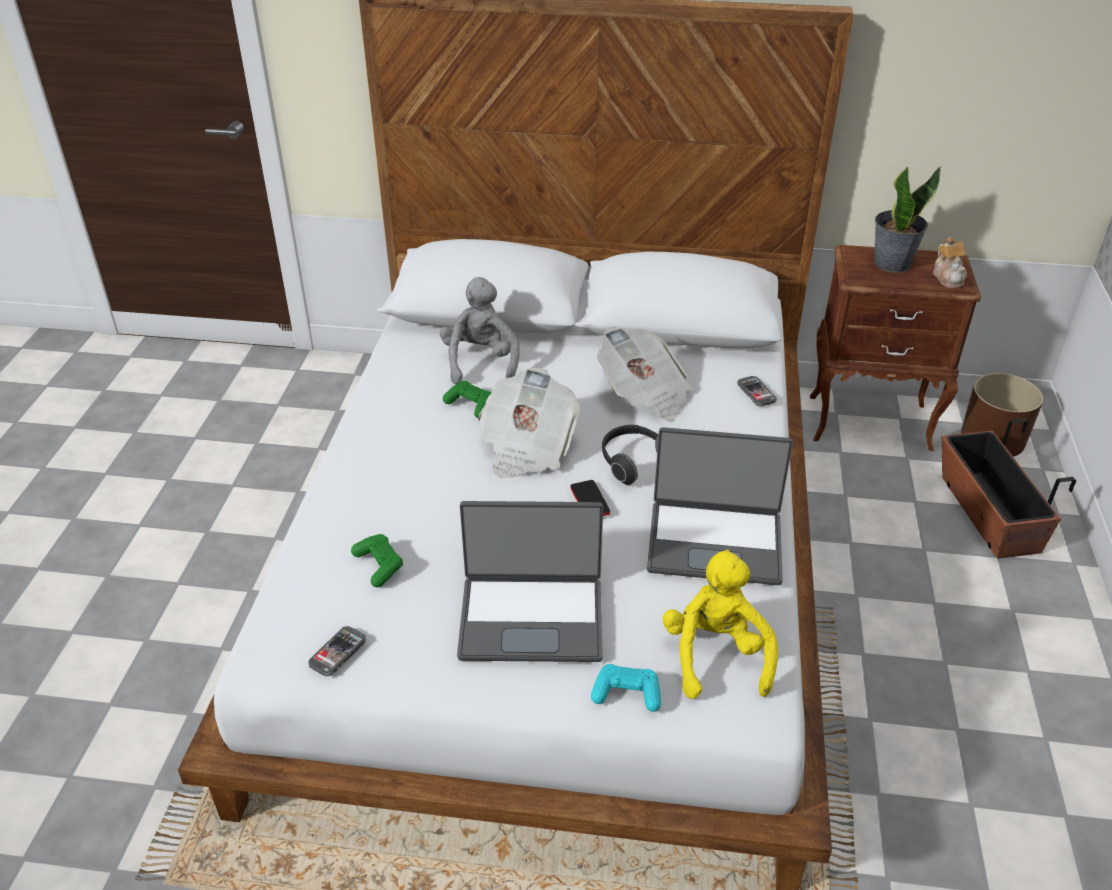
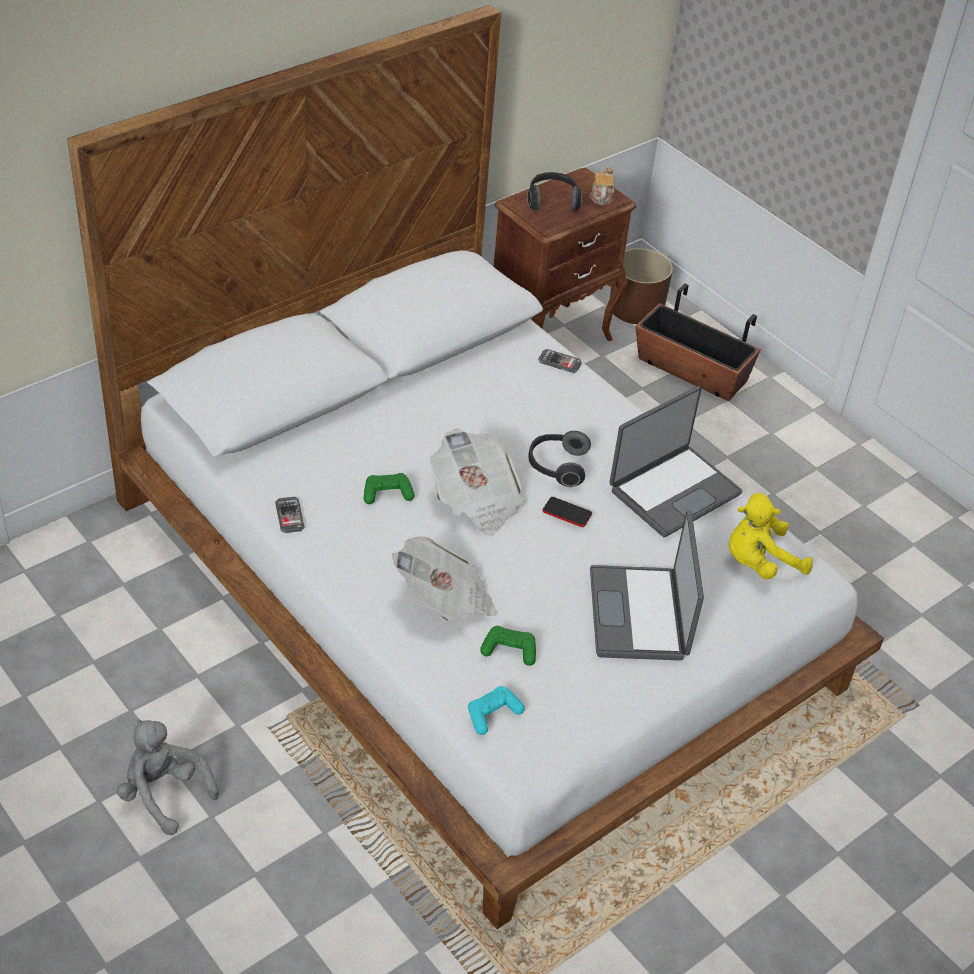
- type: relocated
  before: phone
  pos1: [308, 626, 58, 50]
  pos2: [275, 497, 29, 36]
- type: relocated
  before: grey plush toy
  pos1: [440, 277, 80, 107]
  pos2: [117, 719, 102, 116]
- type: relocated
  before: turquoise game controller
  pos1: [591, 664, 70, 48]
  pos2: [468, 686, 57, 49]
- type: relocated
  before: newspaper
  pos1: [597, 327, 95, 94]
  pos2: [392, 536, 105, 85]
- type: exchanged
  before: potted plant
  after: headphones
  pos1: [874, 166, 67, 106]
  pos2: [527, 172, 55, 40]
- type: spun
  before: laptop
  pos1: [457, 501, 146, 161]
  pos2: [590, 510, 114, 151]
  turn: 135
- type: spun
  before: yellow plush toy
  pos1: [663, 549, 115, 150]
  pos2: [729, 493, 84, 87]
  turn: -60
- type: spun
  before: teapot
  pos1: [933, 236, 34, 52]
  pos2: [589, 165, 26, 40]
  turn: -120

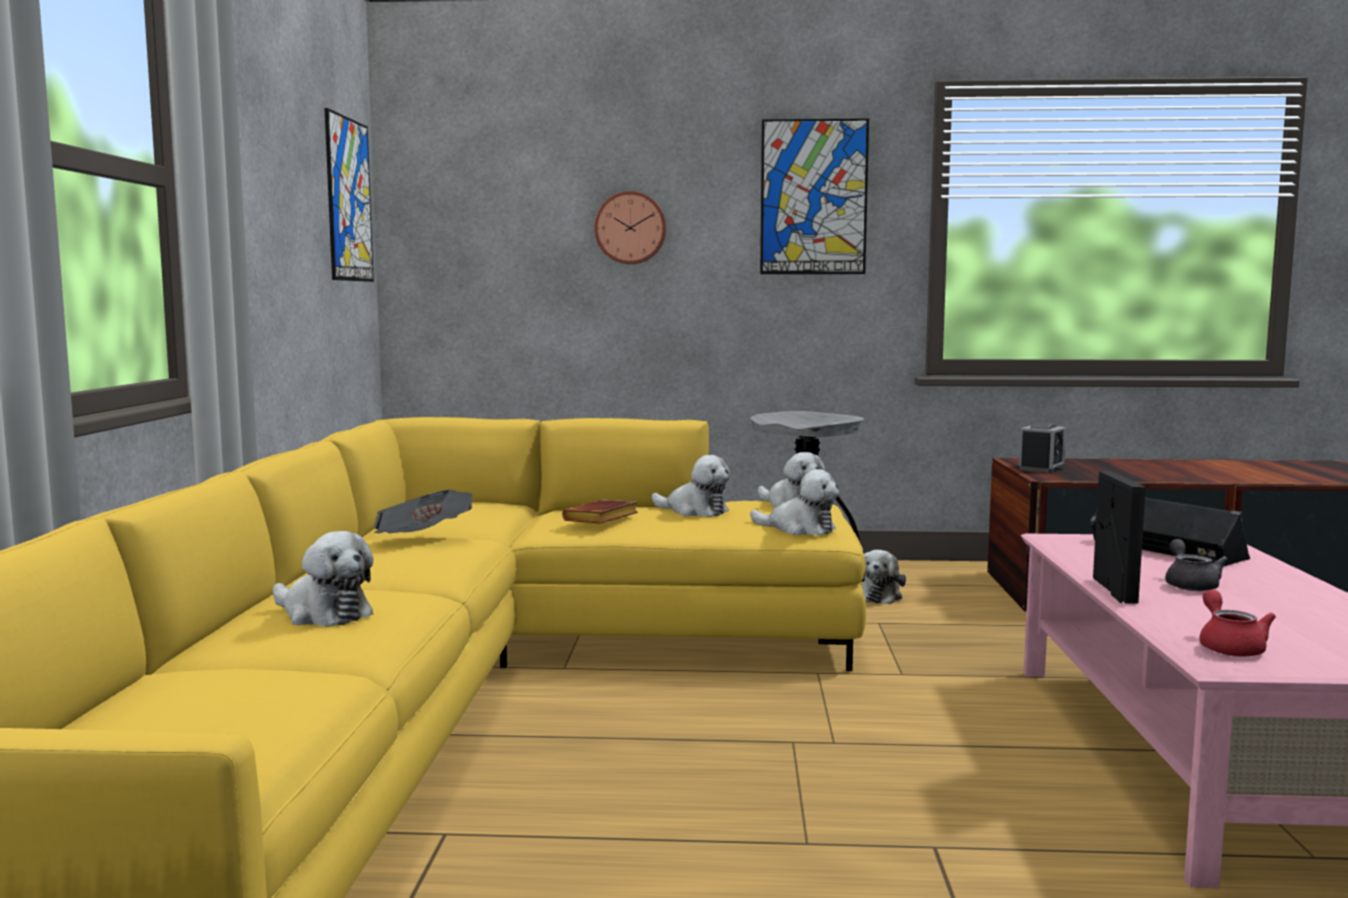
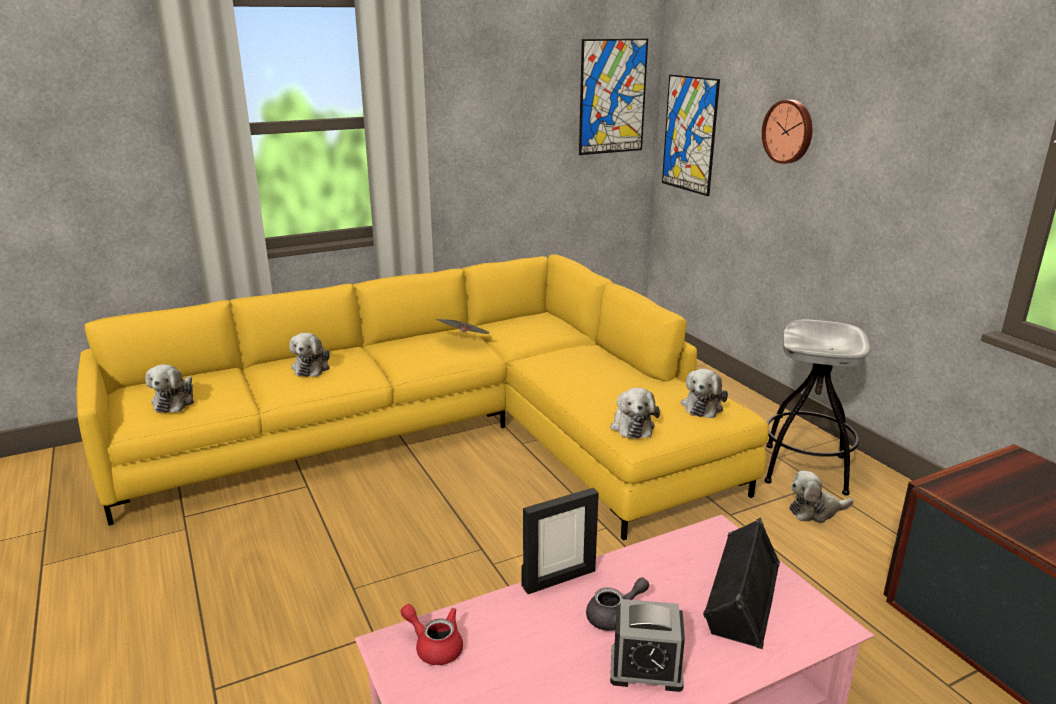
- type: missing
  before: brown book
  pos1: [562, 500, 76, 23]
- type: relocated
  before: plush toy
  pos1: [652, 455, 78, 62]
  pos2: [145, 364, 49, 49]
- type: relocated
  before: picture
  pos1: [760, 118, 109, 156]
  pos2: [662, 74, 58, 122]
- type: relocated
  before: alarm clock
  pos1: [1018, 422, 48, 51]
  pos2: [610, 599, 75, 93]
- type: spun
  before: red teapot
  pos1: [1200, 589, 76, 67]
  pos2: [400, 604, 63, 61]
  turn: -120

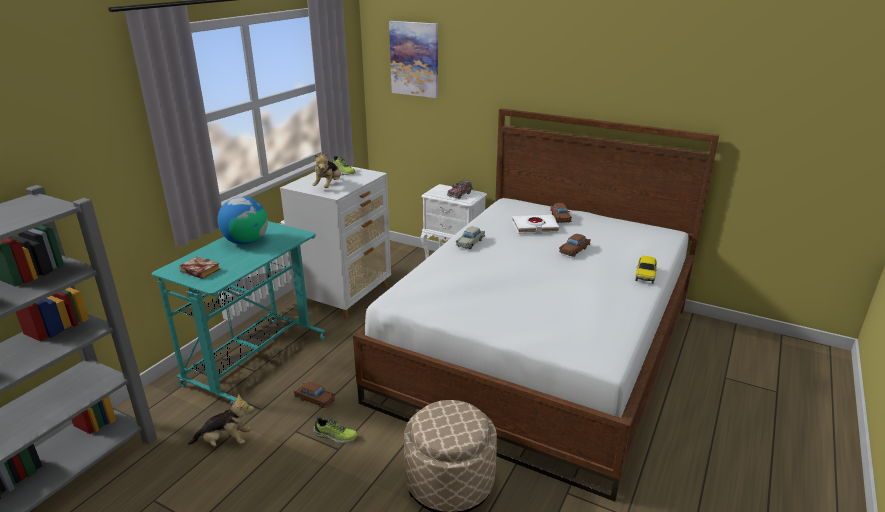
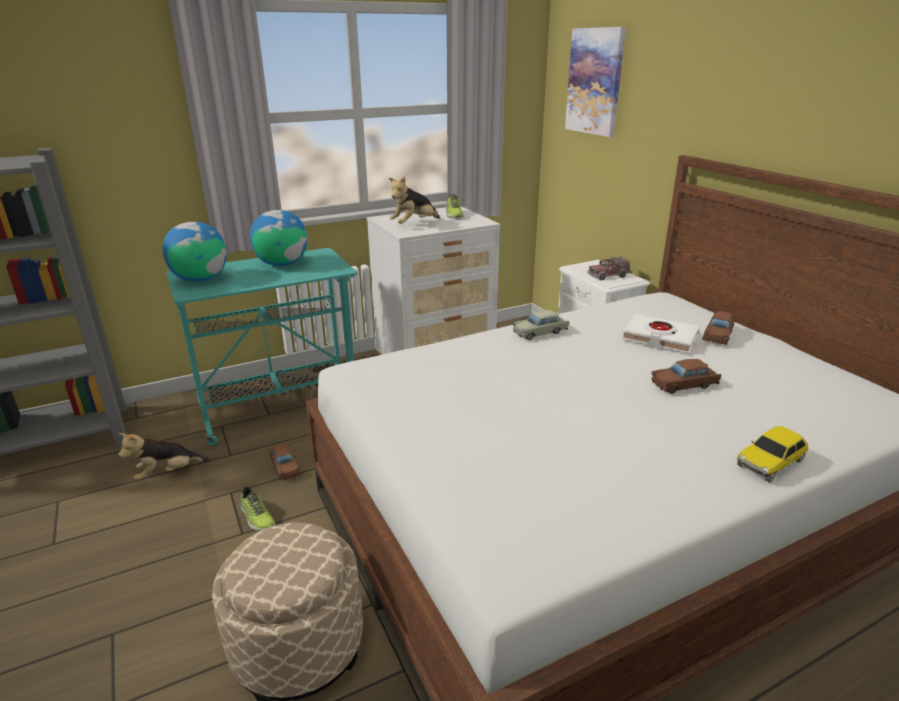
- type: exchanged
  before: book
  after: globe
  pos1: [179, 257, 41, 22]
  pos2: [163, 222, 64, 60]
- type: spun
  before: plush toy
  pos1: [188, 394, 66, 52]
  pos2: [118, 433, 92, 47]
  turn: 120

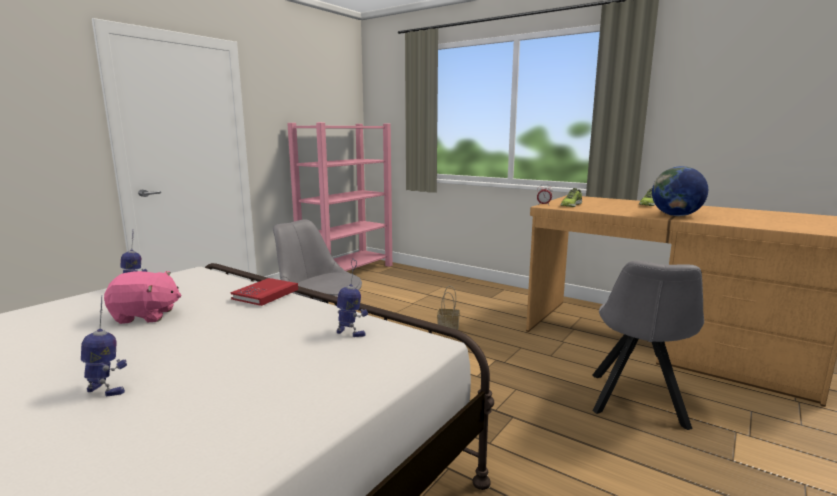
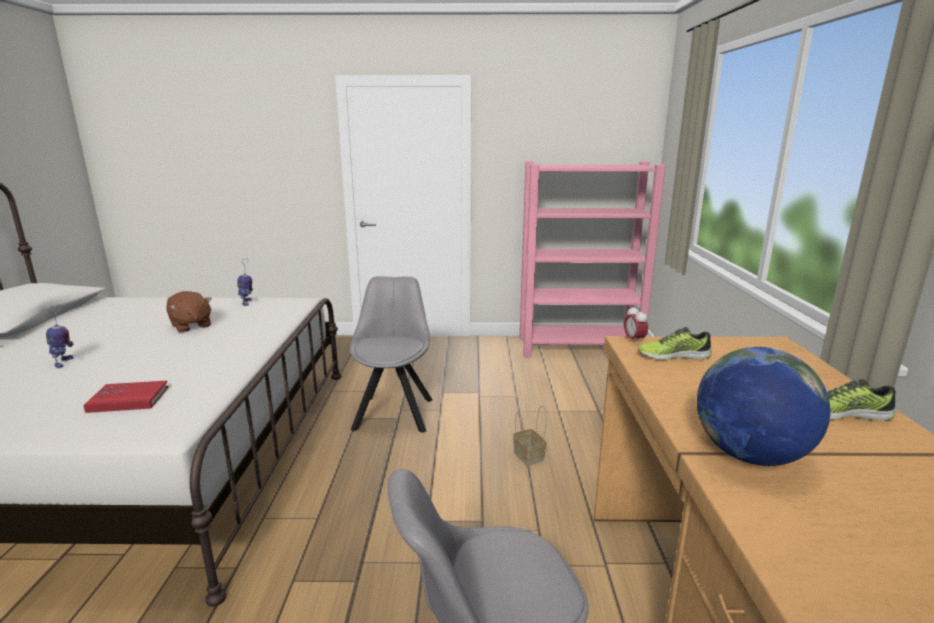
- type: missing
  before: toy robot
  pos1: [337, 259, 31, 78]
- type: relocated
  before: red book
  pos1: [231, 278, 67, 28]
  pos2: [83, 380, 85, 33]
- type: colour
  before: pink plush toy
  after: brown plush toy
  pos1: [104, 271, 77, 53]
  pos2: [166, 291, 46, 41]

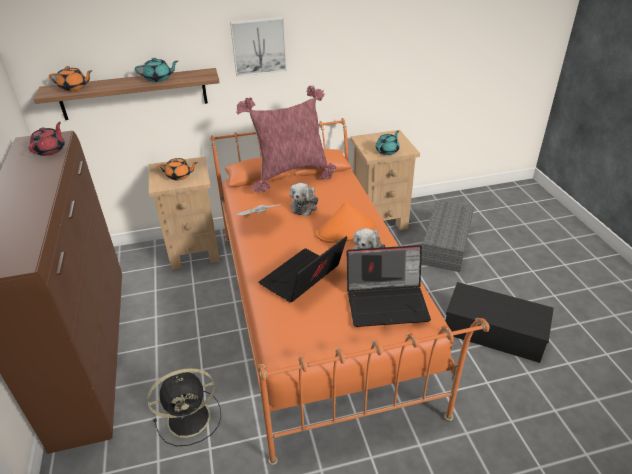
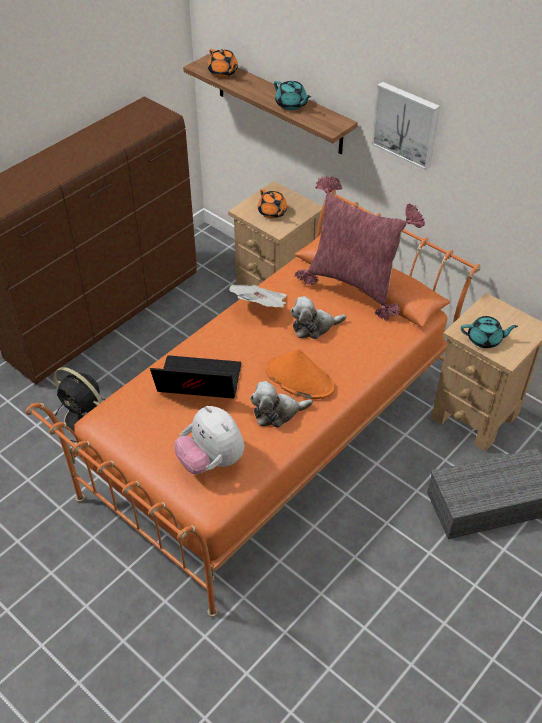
- type: missing
  before: red teapot
  pos1: [29, 122, 36, 34]
- type: missing
  before: black storage box
  pos1: [445, 282, 109, 81]
- type: exchanged
  before: laptop
  after: plush toy
  pos1: [347, 245, 84, 82]
  pos2: [174, 406, 70, 69]

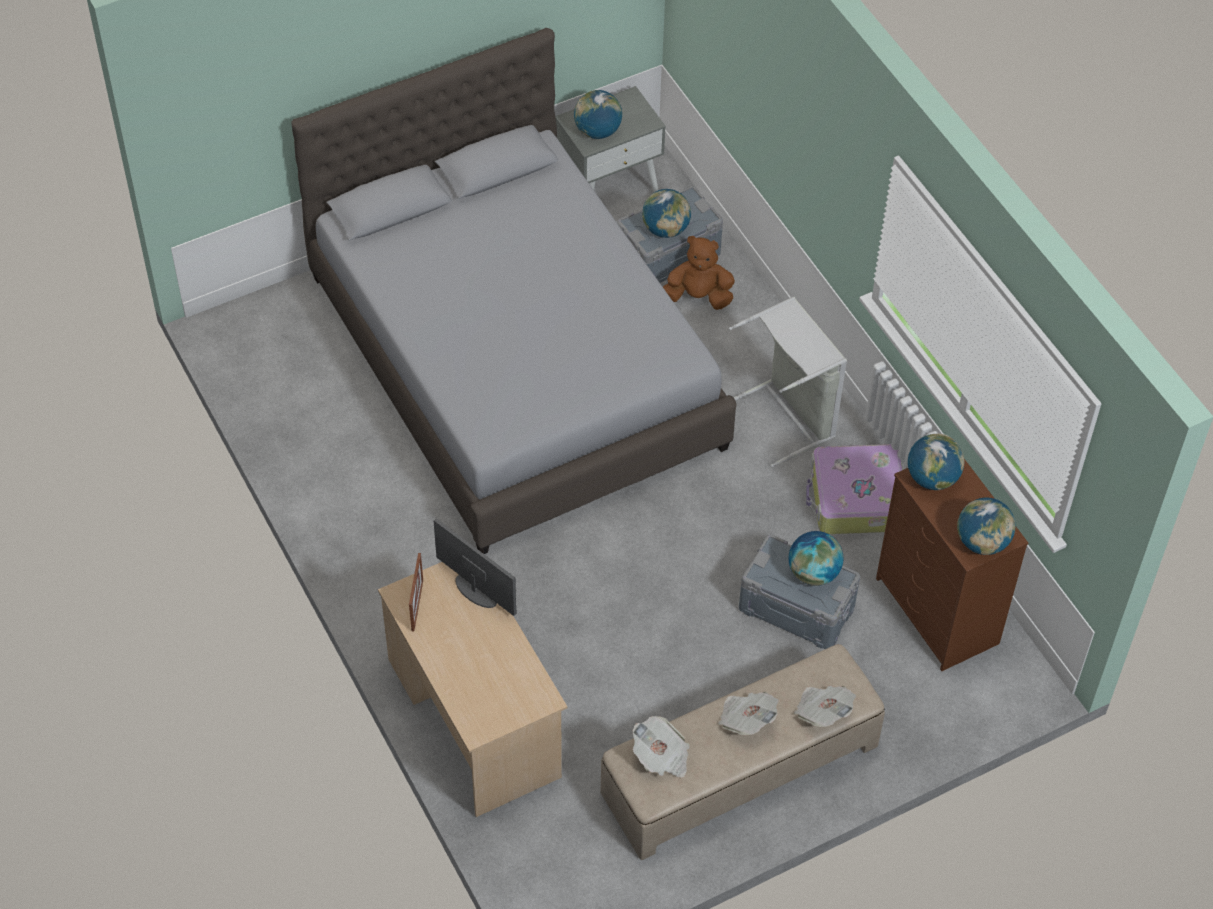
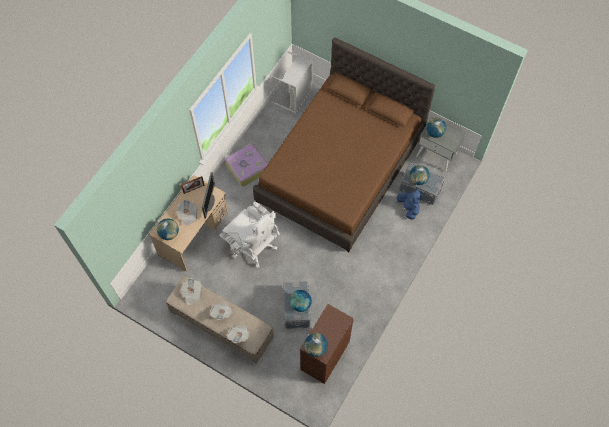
- type: appeared
  after: newspaper
  pos2: [176, 200, 22, 26]
- type: appeared
  after: white office chair
  pos2: [220, 202, 60, 66]
- type: relocated
  before: grey laundry basket
  pos1: [729, 297, 118, 170]
  pos2: [270, 51, 43, 63]
- type: relocated
  before: suitcase
  pos1: [806, 444, 97, 90]
  pos2: [225, 144, 43, 42]
- type: relocated
  before: globe
  pos1: [908, 433, 57, 58]
  pos2: [157, 219, 22, 21]
- type: colour
  before: grey bed
  after: brown bed
  pos1: [291, 28, 445, 526]
  pos2: [253, 38, 182, 214]
- type: colour
  before: brown plush toy
  after: blue plush toy
  pos1: [663, 236, 72, 74]
  pos2: [397, 188, 25, 32]

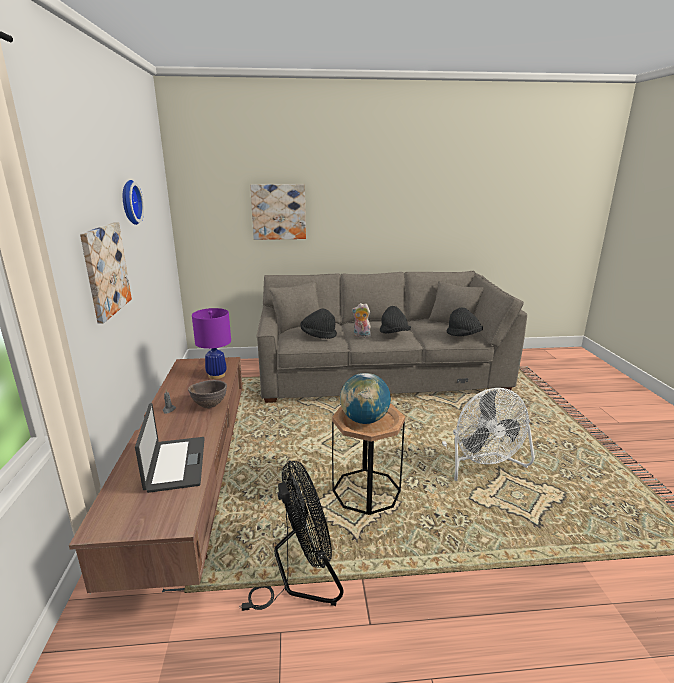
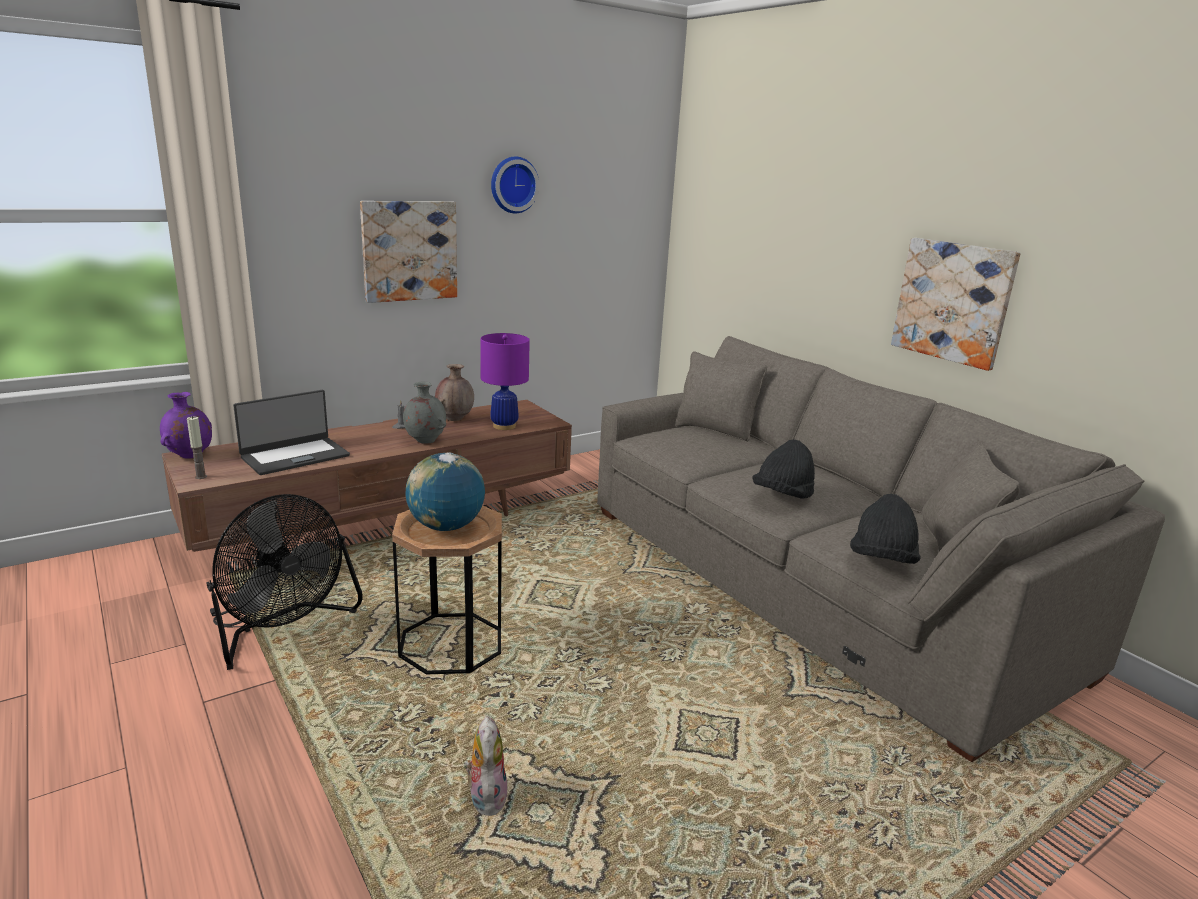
- type: missing
  before: black hat
  pos1: [300, 309, 37, 30]
- type: missing
  before: white fan
  pos1: [442, 388, 93, 93]
- type: appeared
  after: purple vase
  pos2: [160, 392, 52, 67]
- type: appeared
  after: candle
  pos2: [187, 416, 20, 63]
- type: appeared
  after: brown vase
  pos2: [435, 364, 39, 57]
- type: relocated
  before: picture
  pos1: [250, 184, 56, 56]
  pos2: [891, 238, 130, 133]
- type: relocated
  before: plush toy
  pos1: [352, 303, 19, 35]
  pos2: [464, 716, 43, 100]
- type: exchanged
  before: brown bowl
  after: grey vase
  pos1: [188, 380, 39, 28]
  pos2: [403, 381, 43, 63]

